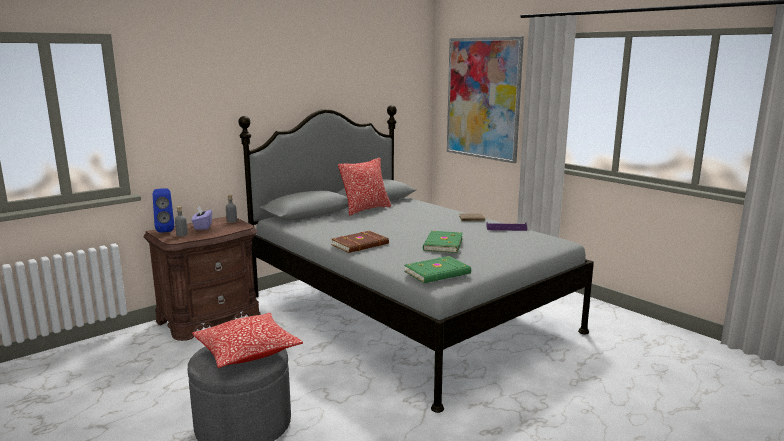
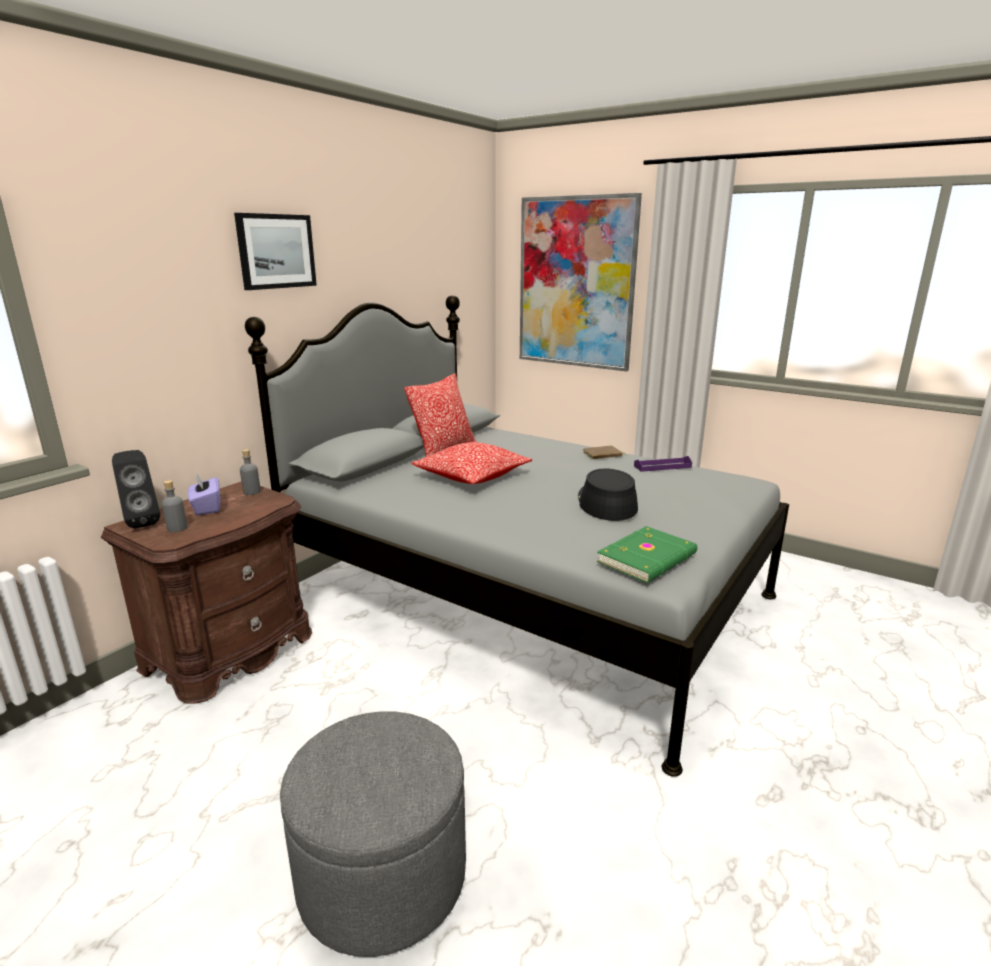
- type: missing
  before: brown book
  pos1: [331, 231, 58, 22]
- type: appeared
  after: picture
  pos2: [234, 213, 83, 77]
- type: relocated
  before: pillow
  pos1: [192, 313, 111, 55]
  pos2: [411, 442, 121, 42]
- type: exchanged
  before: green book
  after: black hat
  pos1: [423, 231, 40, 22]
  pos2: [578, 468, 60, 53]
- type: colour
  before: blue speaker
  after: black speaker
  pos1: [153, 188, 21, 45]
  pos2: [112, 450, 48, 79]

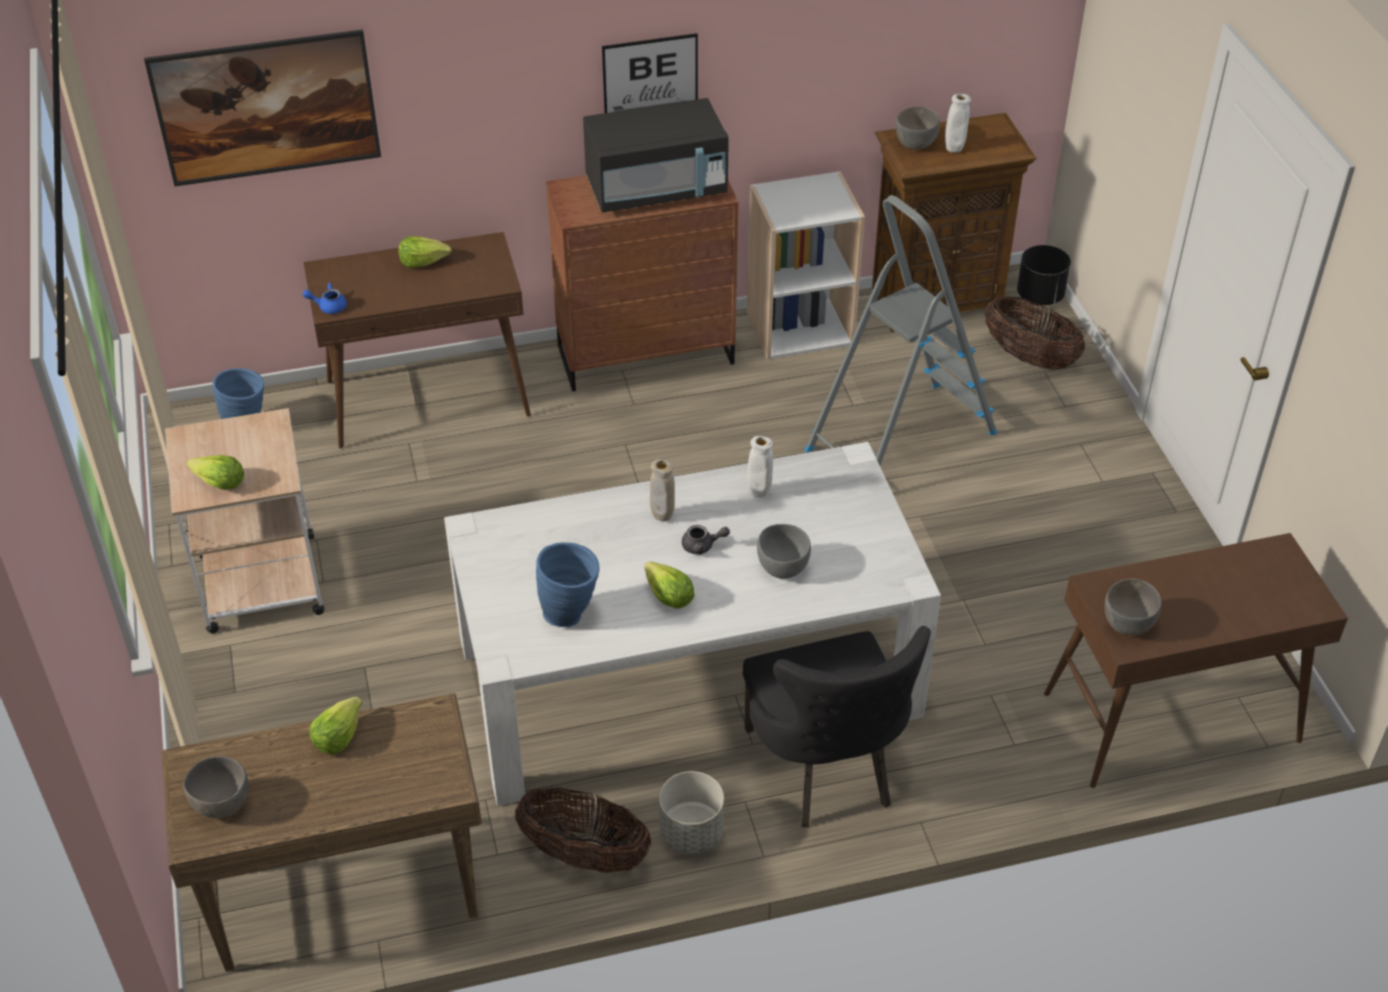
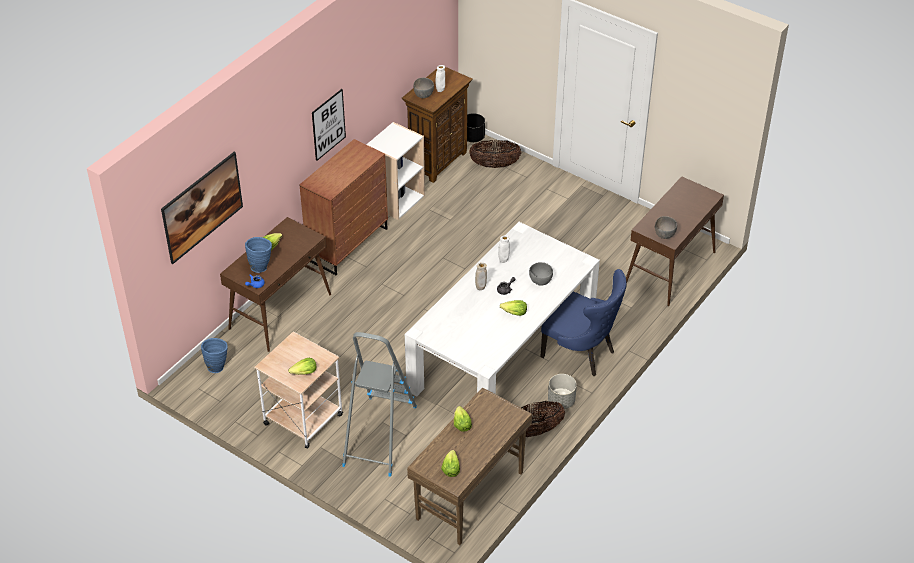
- type: missing
  before: black microwave
  pos1: [583, 98, 146, 115]
- type: relocated
  before: blue vase
  pos1: [536, 542, 63, 85]
  pos2: [245, 237, 27, 36]
- type: relocated
  before: grey step ladder
  pos1: [805, 195, 192, 271]
  pos2: [342, 332, 75, 145]
- type: exchanged
  before: grey bowl
  after: lettuce
  pos1: [183, 756, 65, 63]
  pos2: [441, 450, 19, 27]
- type: colour
  before: black chair
  after: blue chair
  pos1: [743, 626, 188, 201]
  pos2: [541, 269, 86, 107]

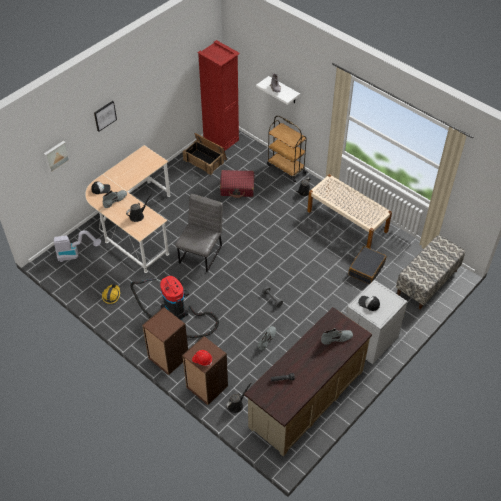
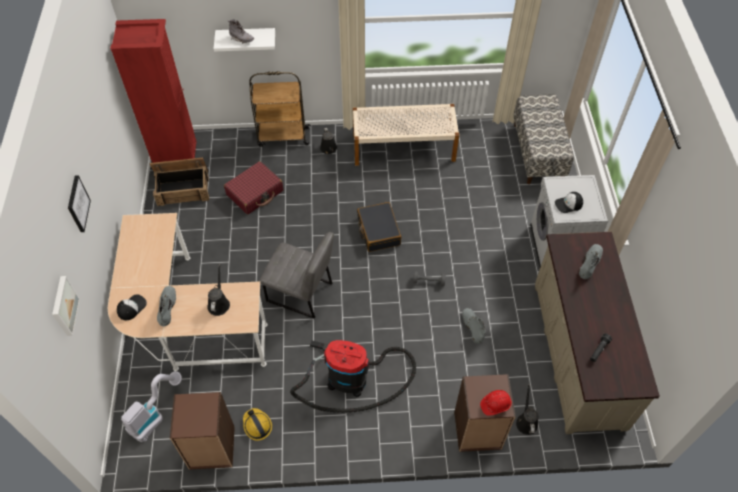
- type: relocated
  before: brown bookcase
  pos1: [142, 307, 46, 68]
  pos2: [170, 392, 65, 78]
- type: relocated
  before: black suitcase
  pos1: [348, 246, 38, 38]
  pos2: [357, 202, 45, 50]
- type: spun
  before: grey chair
  pos1: [175, 194, 48, 78]
  pos2: [260, 232, 74, 87]
  turn: 135

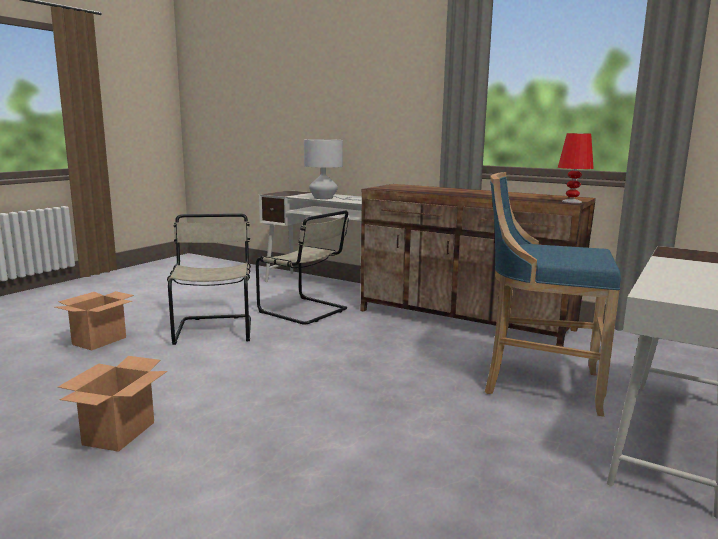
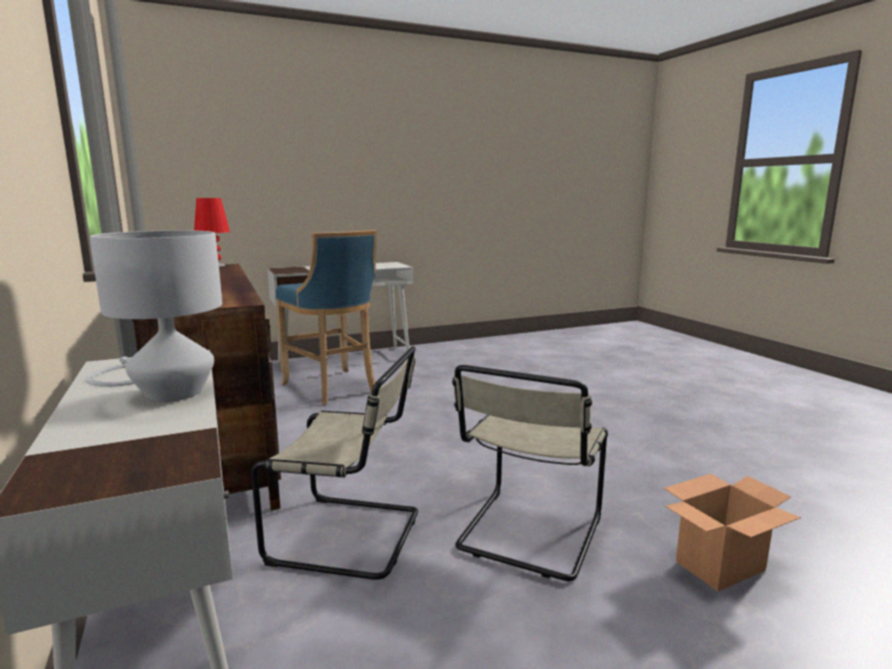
- type: missing
  before: cardboard box
  pos1: [58, 356, 109, 96]
- type: spun
  before: beige chair
  pos1: [256, 211, 93, 114]
  pos2: [251, 346, 167, 234]
  turn: 120

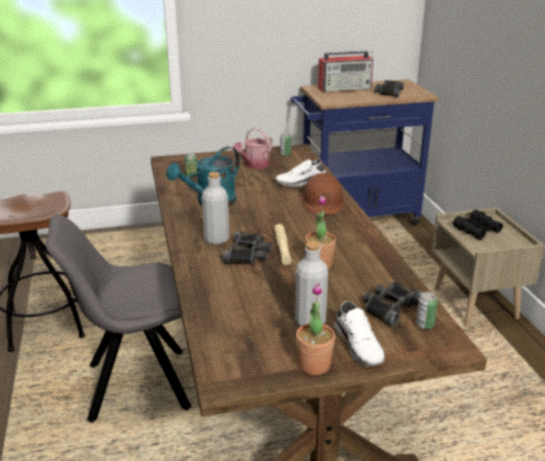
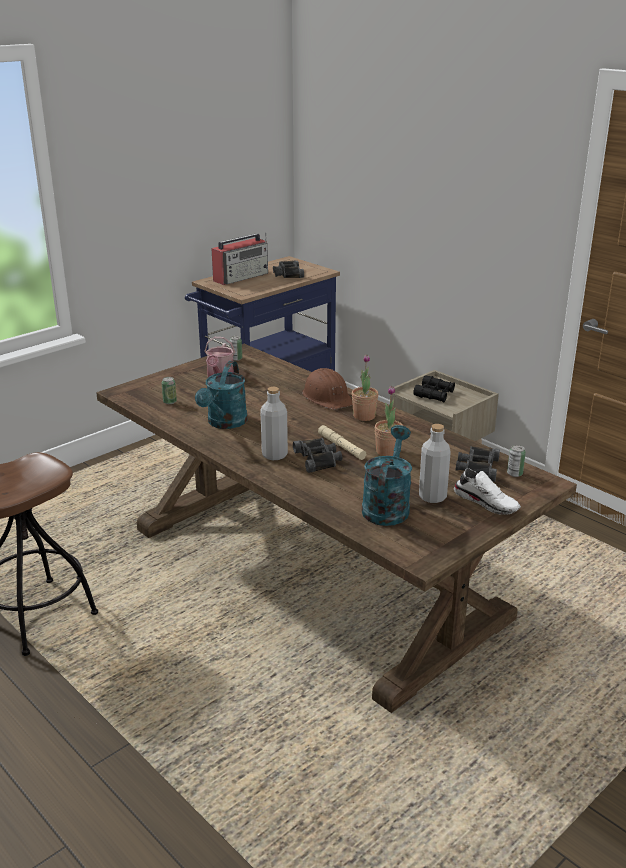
- type: missing
  before: grey chair
  pos1: [45, 214, 146, 209]
- type: missing
  before: white shoe
  pos1: [275, 159, 52, 28]
- type: appeared
  after: turquoise watering can
  pos2: [362, 425, 50, 101]
- type: relocated
  before: potted plant
  pos1: [296, 283, 39, 92]
  pos2: [352, 354, 27, 67]

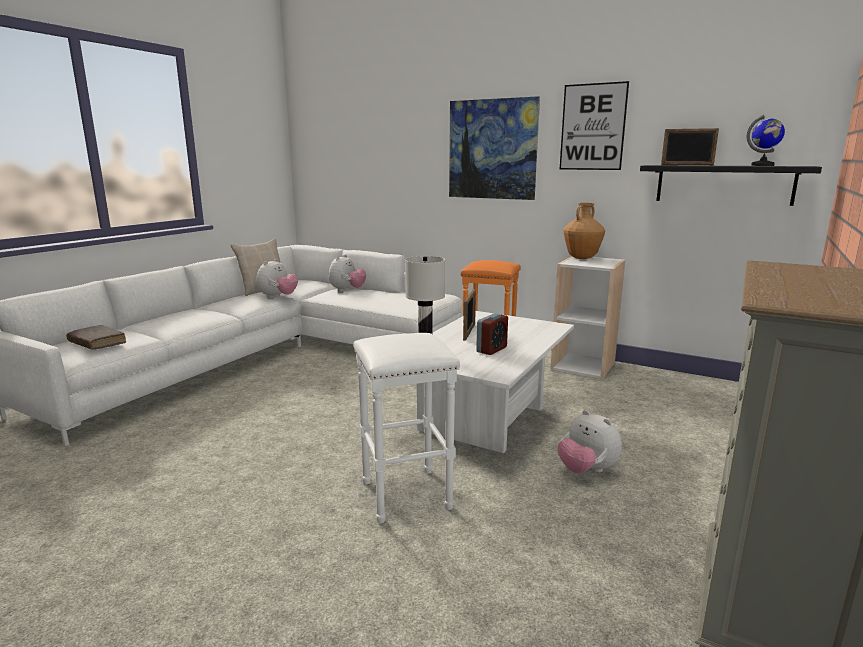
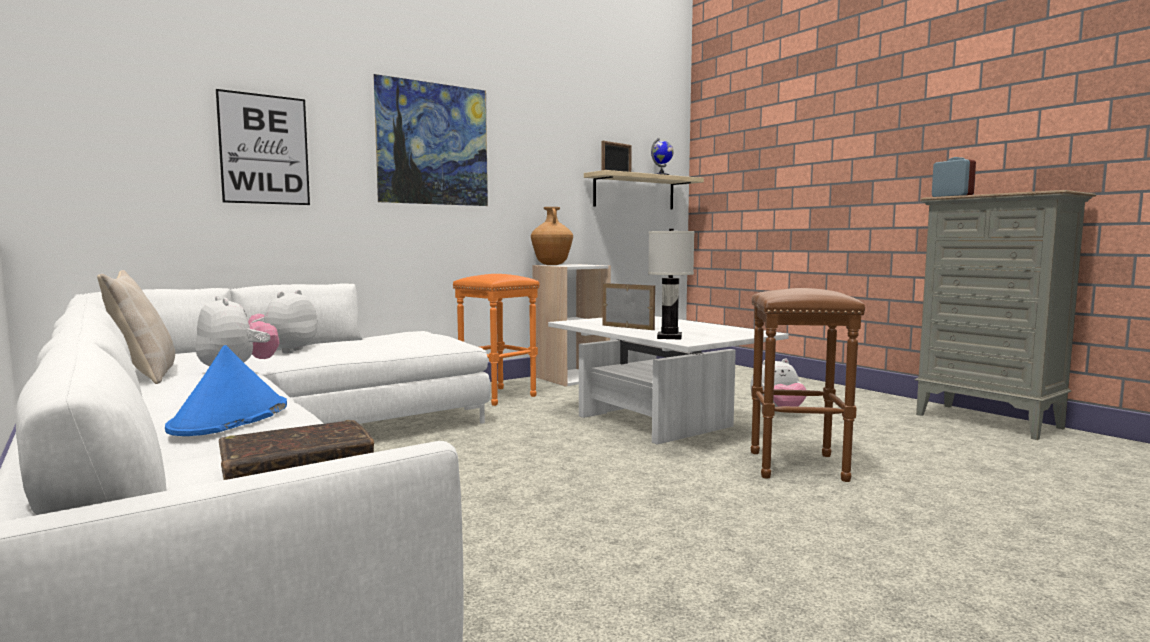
- type: appeared
  after: blue hat
  pos2: [165, 345, 122, 91]
- type: relocated
  before: alarm clock
  pos1: [476, 313, 32, 42]
  pos2: [932, 157, 44, 40]
- type: relocated
  before: picture
  pos1: [560, 81, 69, 89]
  pos2: [216, 89, 94, 116]
- type: colour
  before: white stool
  after: brown stool
  pos1: [353, 333, 107, 190]
  pos2: [751, 288, 114, 194]
- type: colour
  before: black shelf
  after: beige shelf
  pos1: [640, 165, 182, 41]
  pos2: [584, 170, 120, 40]
- type: spun
  before: plush toy
  pos1: [329, 254, 37, 38]
  pos2: [248, 290, 70, 63]
  turn: -120

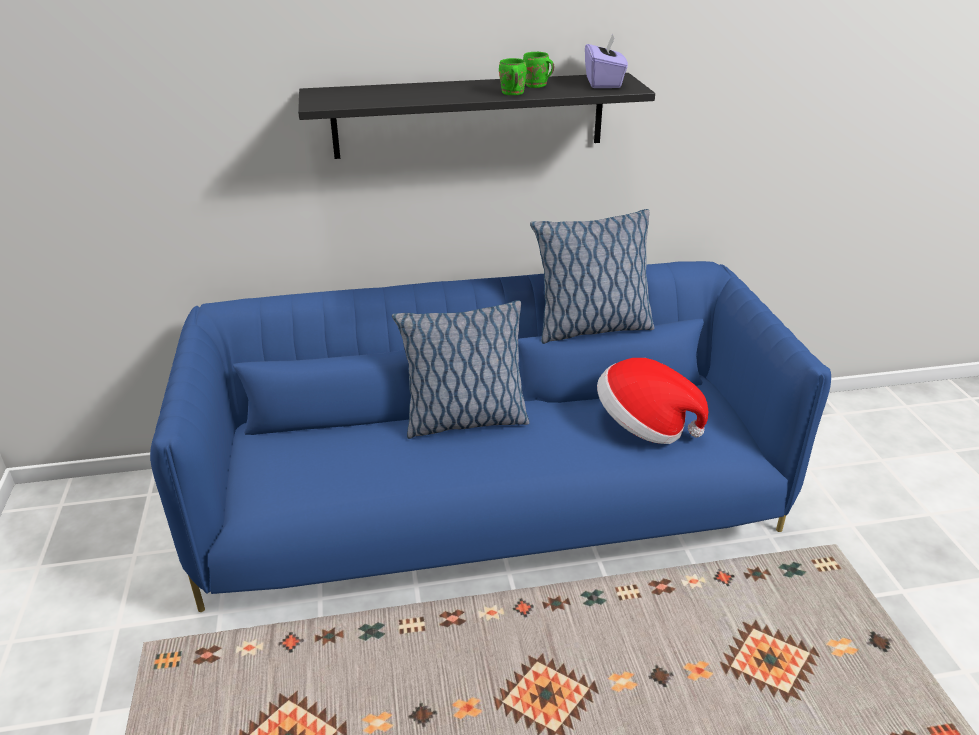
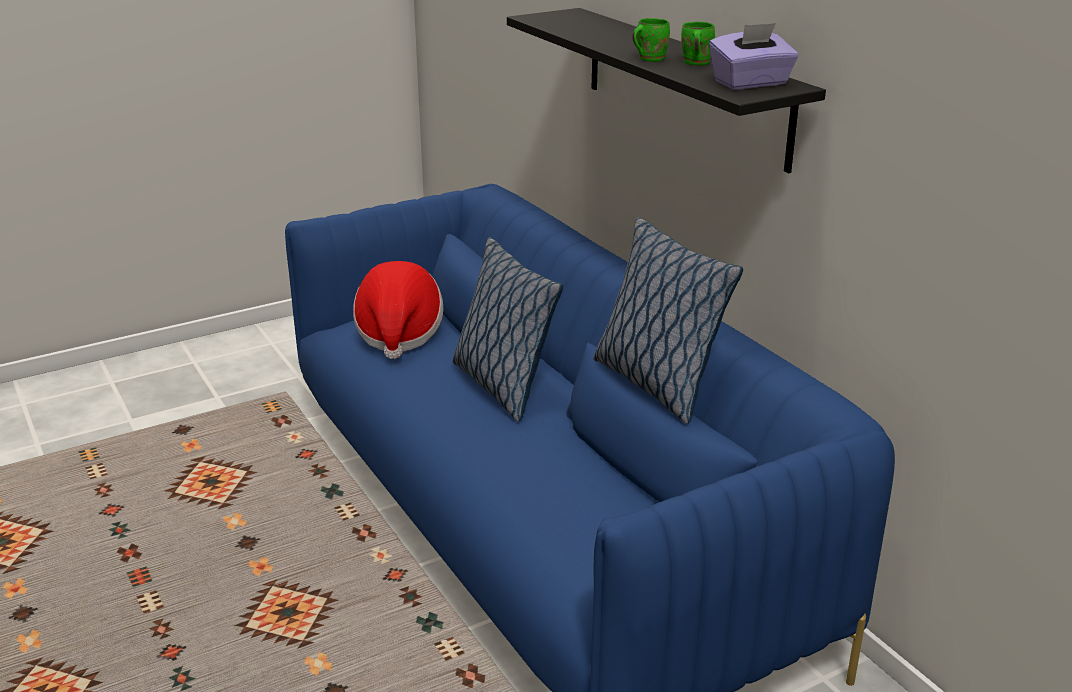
- type: relocated
  before: hat
  pos1: [597, 358, 111, 86]
  pos2: [353, 261, 91, 98]

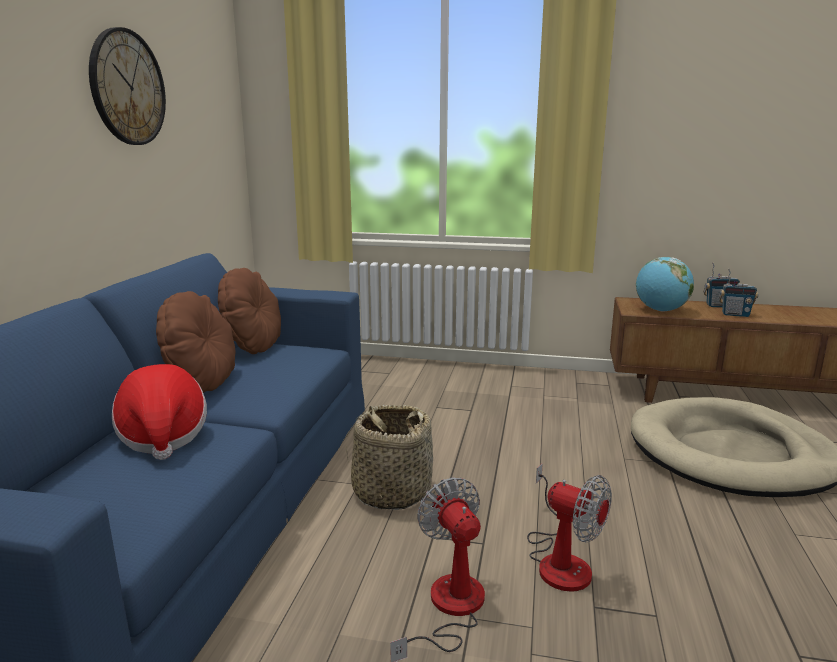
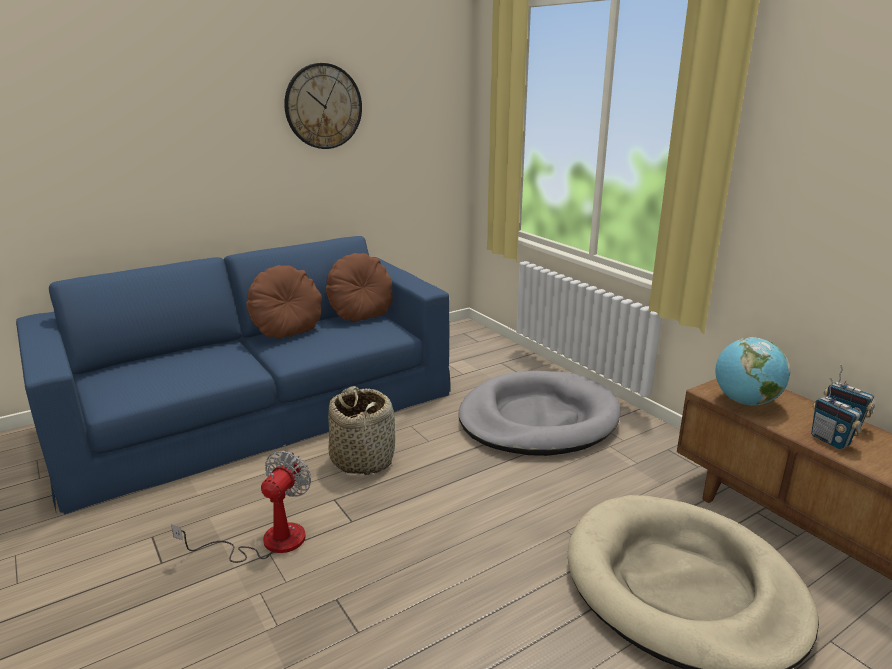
- type: missing
  before: hat
  pos1: [112, 364, 95, 96]
- type: missing
  before: fan
  pos1: [527, 464, 85, 128]
- type: appeared
  after: grey dog bed
  pos2: [459, 371, 162, 85]

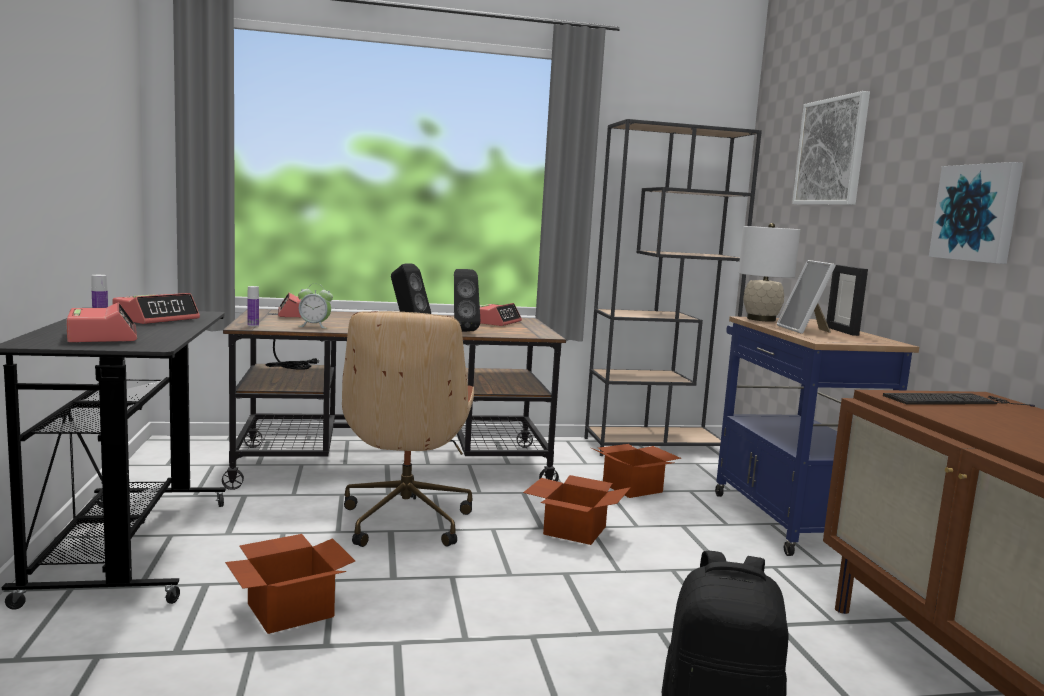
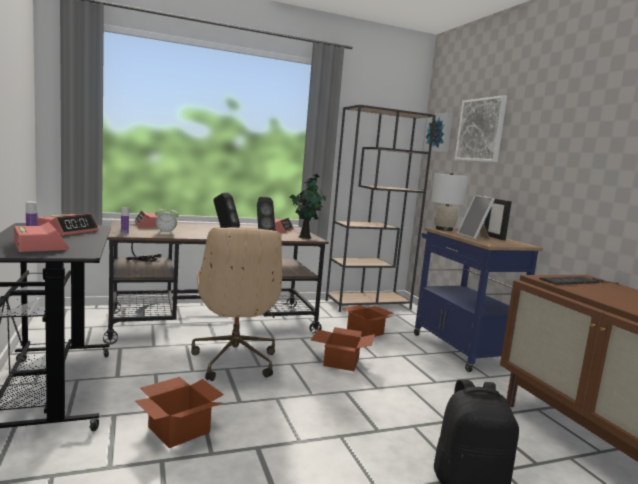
- type: appeared
  after: potted plant
  pos2: [290, 174, 36, 65]
- type: relocated
  before: picture
  pos1: [929, 162, 94, 102]
  pos2: [423, 113, 30, 39]

